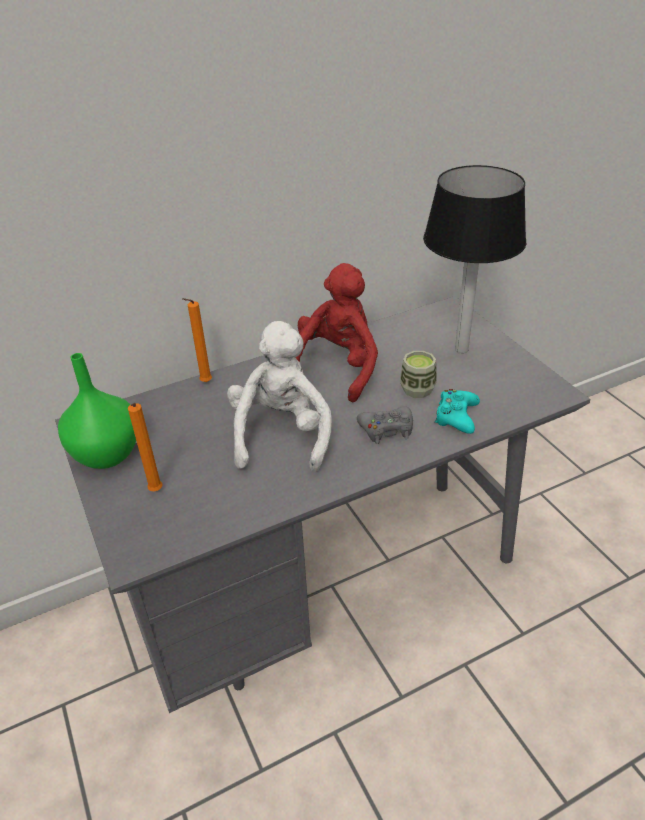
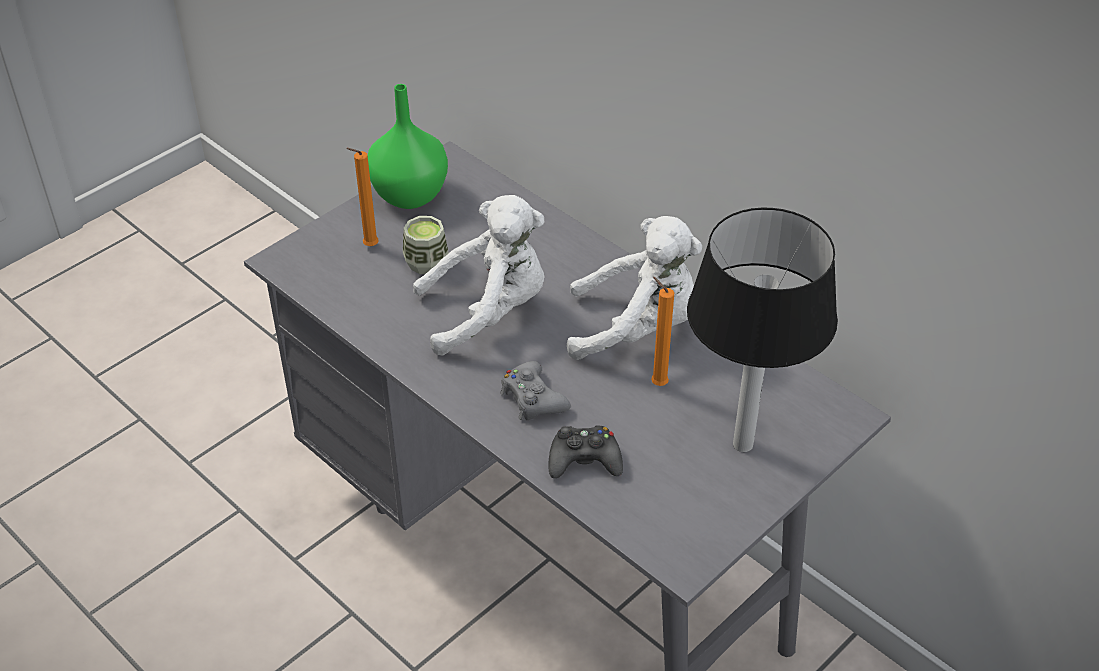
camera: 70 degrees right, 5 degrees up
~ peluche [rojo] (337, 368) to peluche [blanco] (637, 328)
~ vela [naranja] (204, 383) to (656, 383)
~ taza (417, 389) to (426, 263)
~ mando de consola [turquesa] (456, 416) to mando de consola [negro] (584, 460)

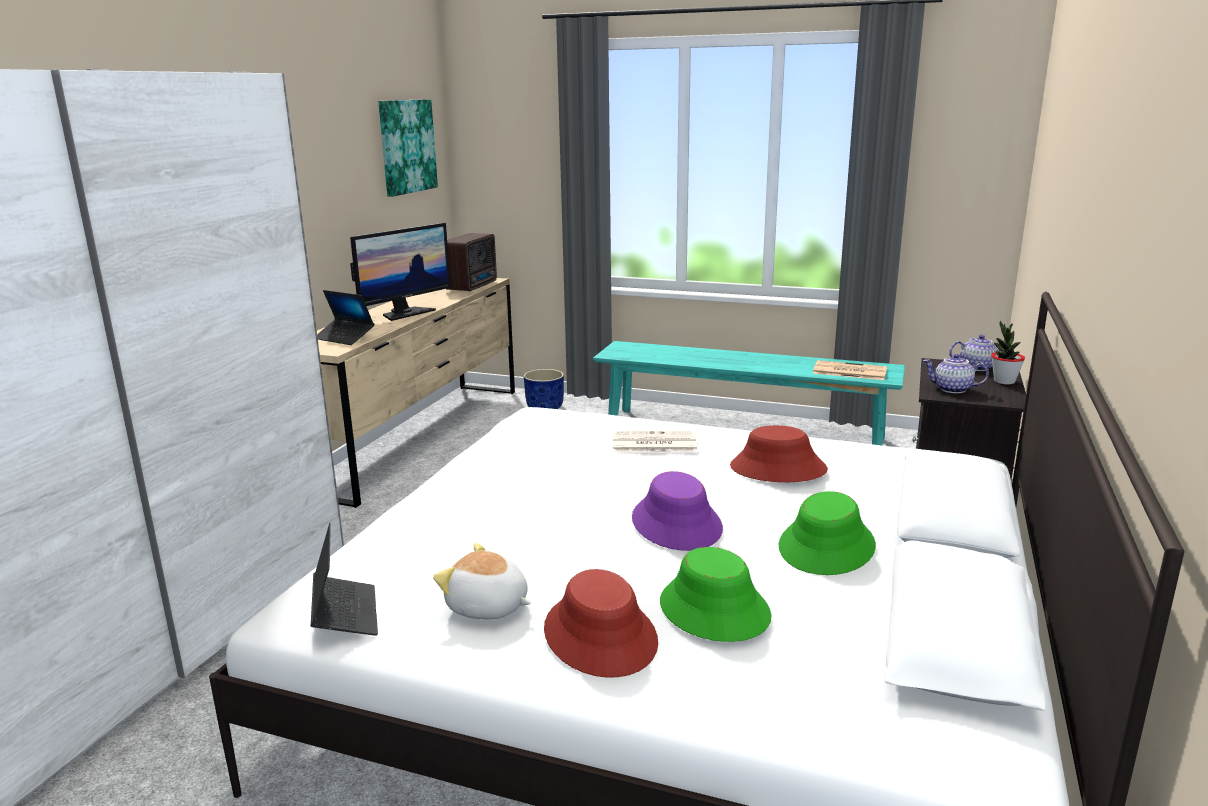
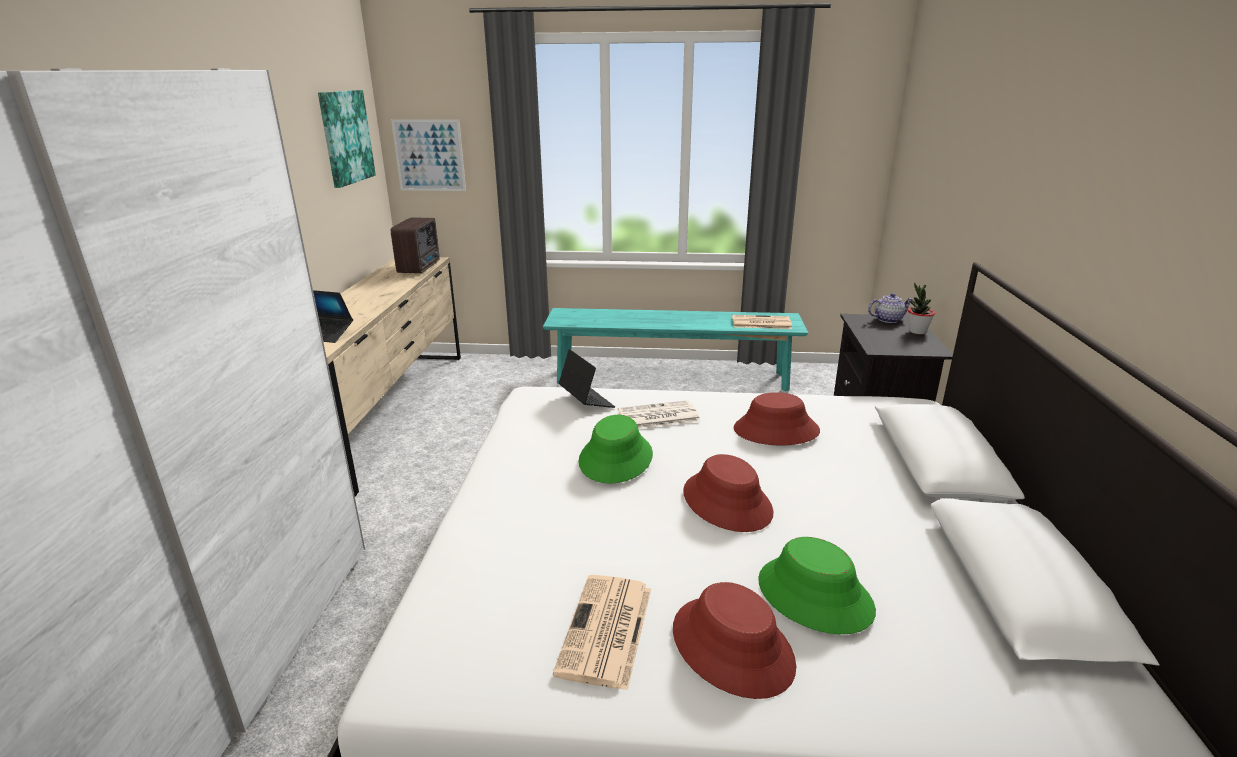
camera: 15 degrees left, 5 degrees up
- monitor (405, 313)
- tetera (952, 389)
- maceta [azul] (545, 407)
~ sombrero [morado] (677, 524) to sombrero [rojo] (727, 502)
~ sombrero [verde] (827, 546) to (616, 458)
~ portátil (345, 614) to (586, 401)
~ peluche (487, 607) to periódico (606, 631)
+ cuadro (429, 155)

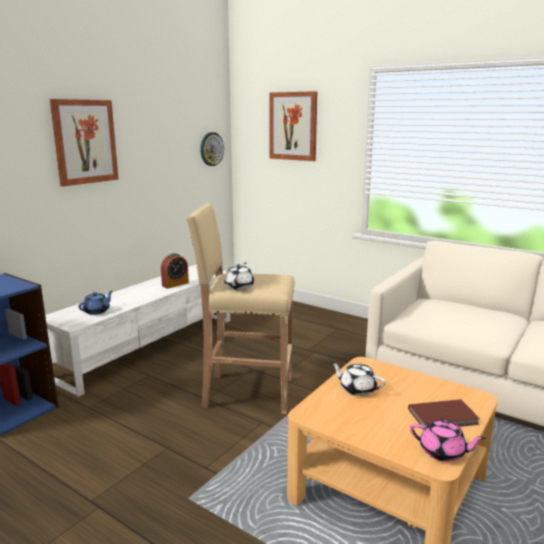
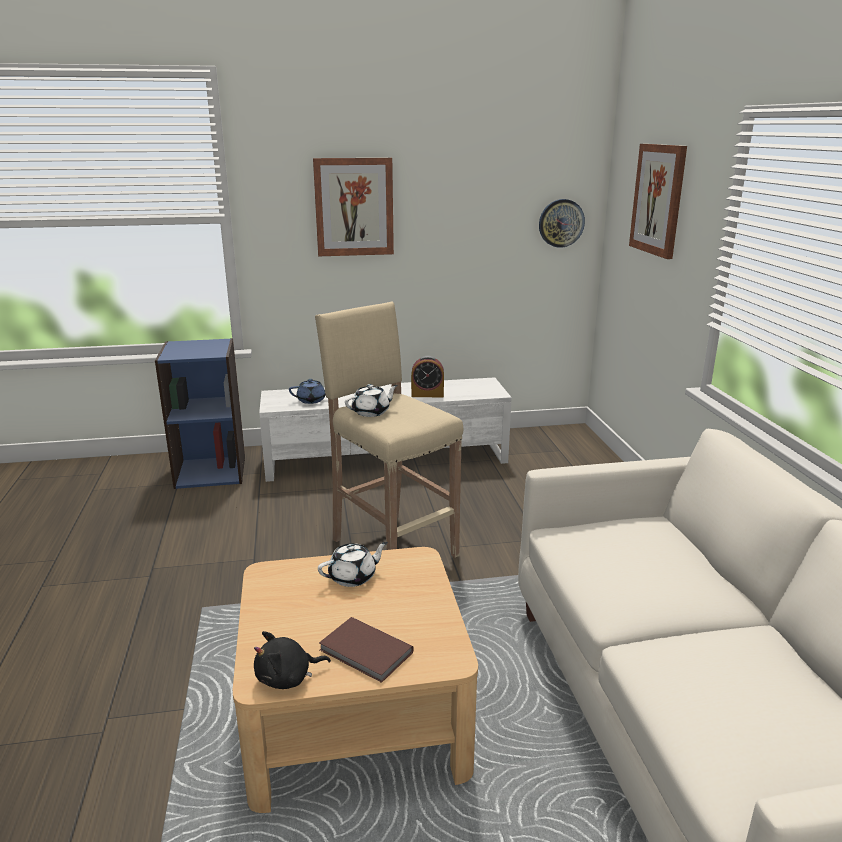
camera: 45 degrees right, 5 degrees up
~ tetera [blanco] (357, 389) = (353, 577) 75 degrees clockwise
~ tetera [rosa] (443, 452) to peluche [negro] (287, 678)

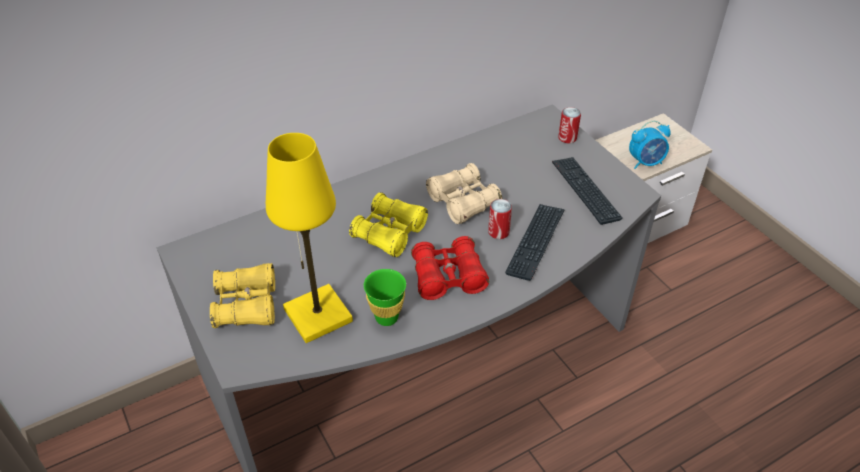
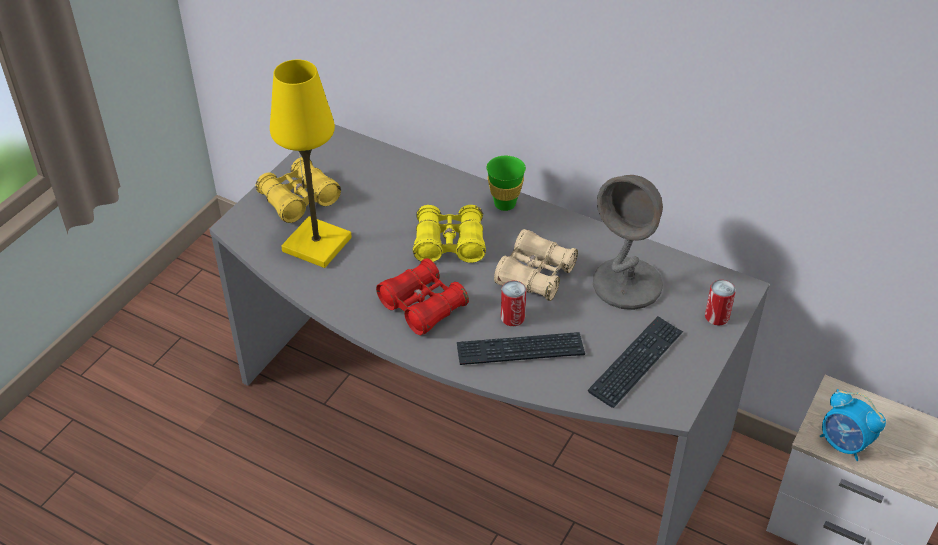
camera: 60 degrees right, 0 degrees up
~ taza [verde] (386, 317) to (505, 204)
+ lámpara de mesa [gris] (627, 285)

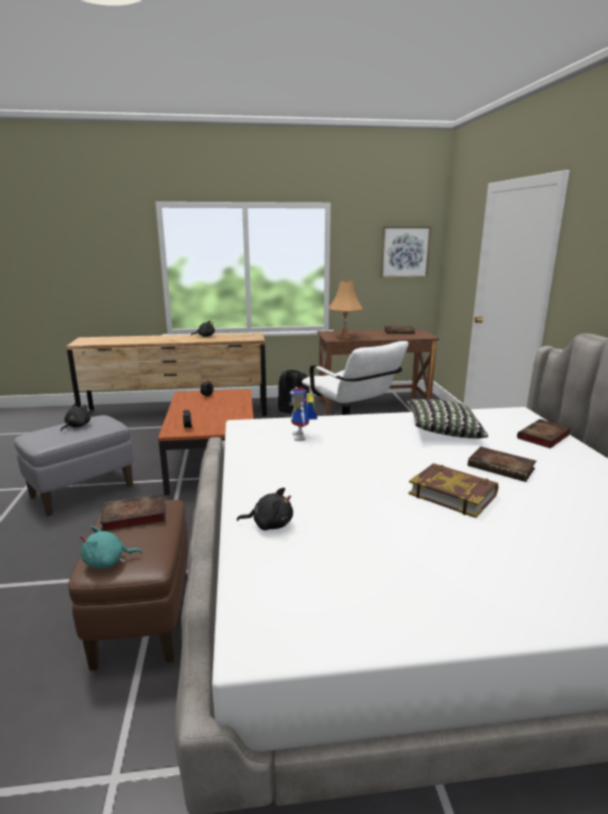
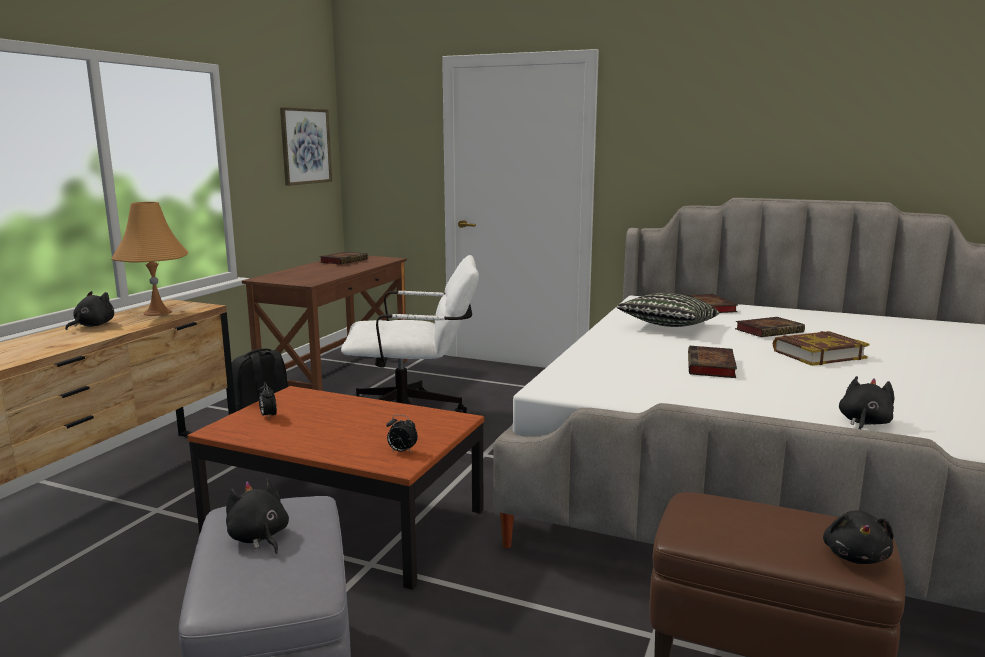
camera: 60 degrees left, 5 degrees down
~ lámpara de mesa [naranja] (344, 337) to (157, 312)
- robot de juguete (302, 437)
~ libro (132, 516) to (711, 367)
~ peluche [turquesa] (108, 562) to peluche [negro] (855, 556)

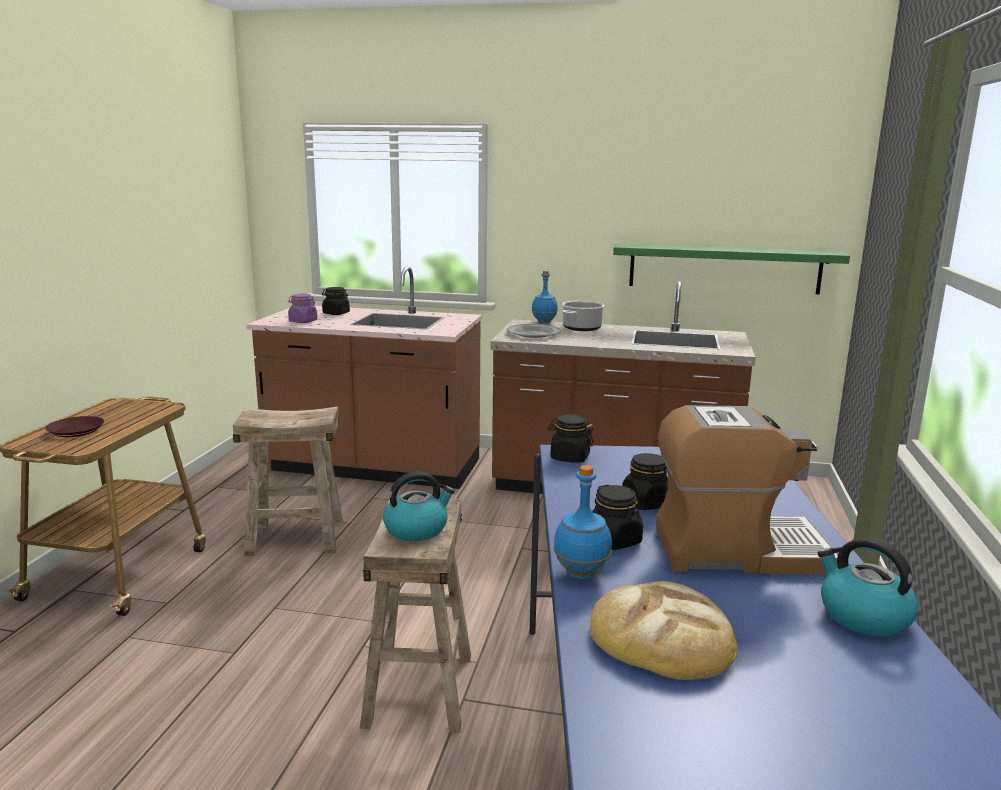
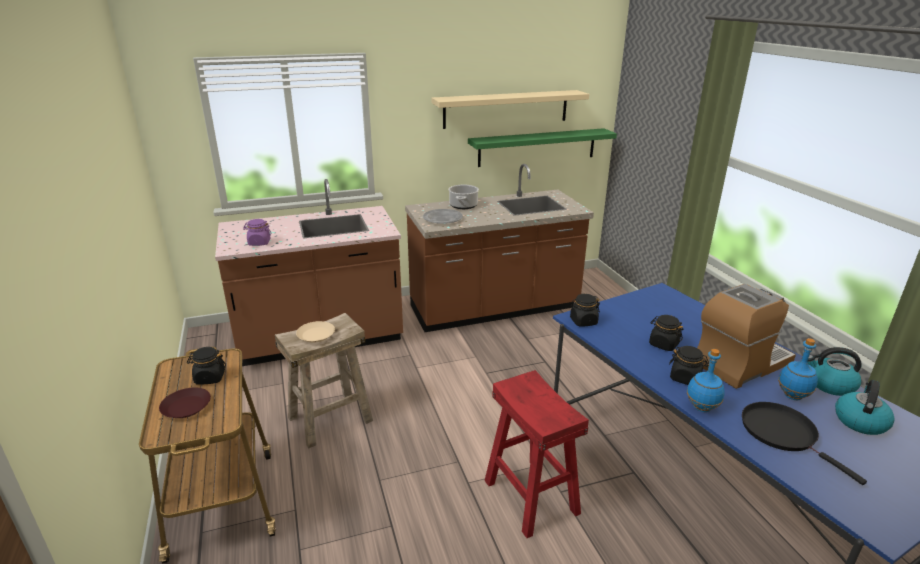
camera: 30 degrees left, 10 degrees up
~ botella [azul] (544, 323) to (793, 396)
~ tarro [negro] (336, 313) to (209, 378)
~ hervidor (417, 529) to (860, 421)
~ taburete [beis] (418, 688) to taburete [rojo] (530, 496)
~ pan (661, 637) to sartén [negro] (782, 433)
+ estante [beis] (506, 109)
+ plato [beis] (316, 335)

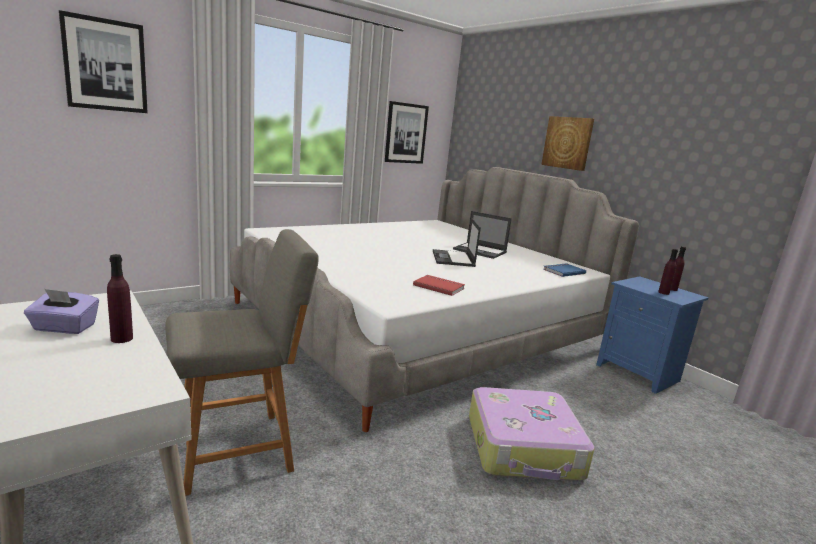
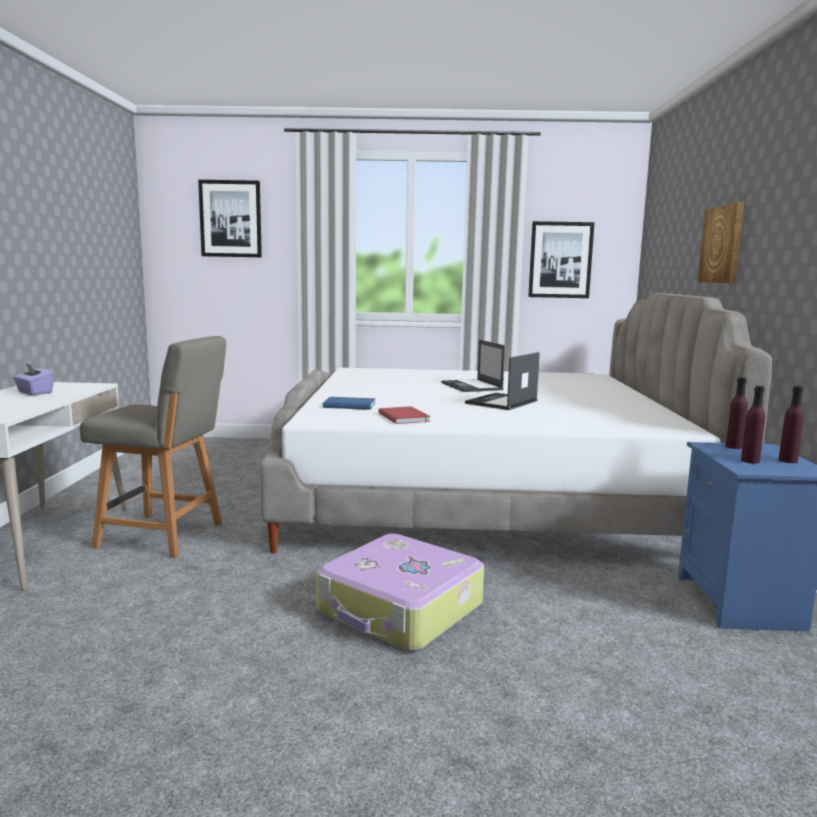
camera: 40 degrees right, 5 degrees down
~ portátil (480, 251) to (472, 386)
~ botella [morado] (122, 338) to (734, 447)
~ libro [azul] (563, 271) to (349, 405)

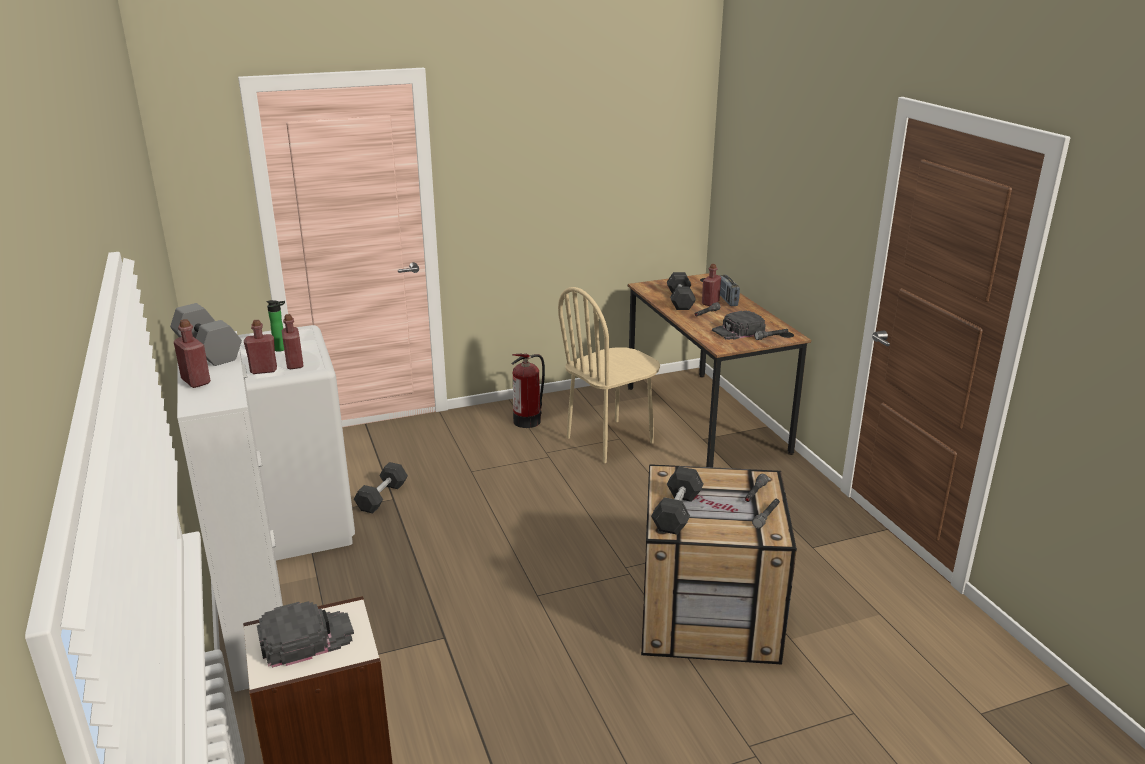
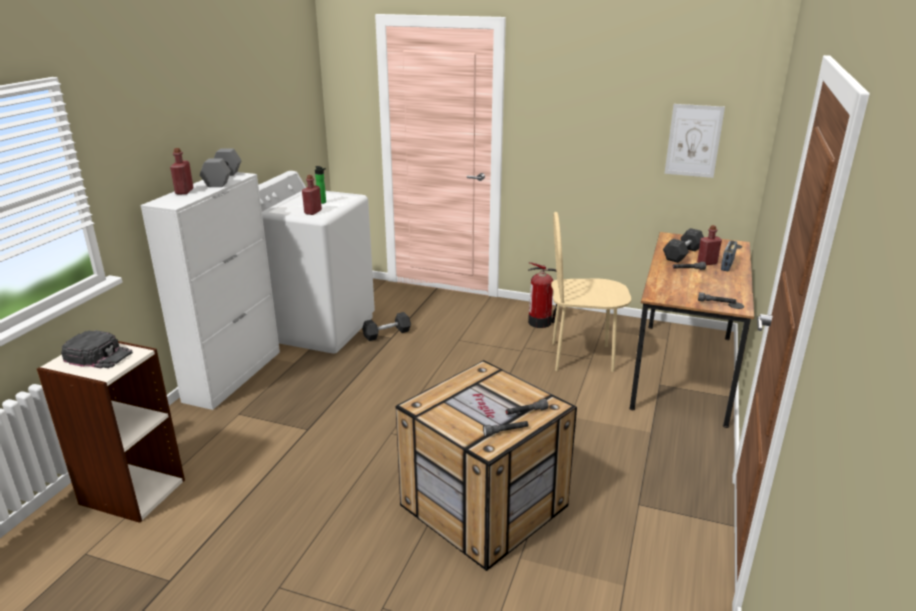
camera: 40 degrees right, 0 degrees up
- gorra [negro] (738, 331)
- botella [rojo] (263, 370)
- mancuerna [gris] (677, 512)
+ cuadro (693, 141)

